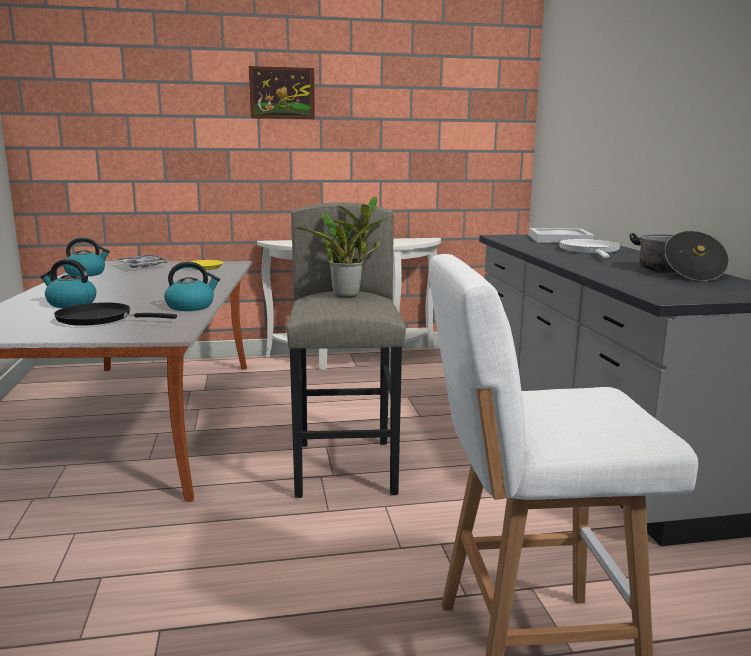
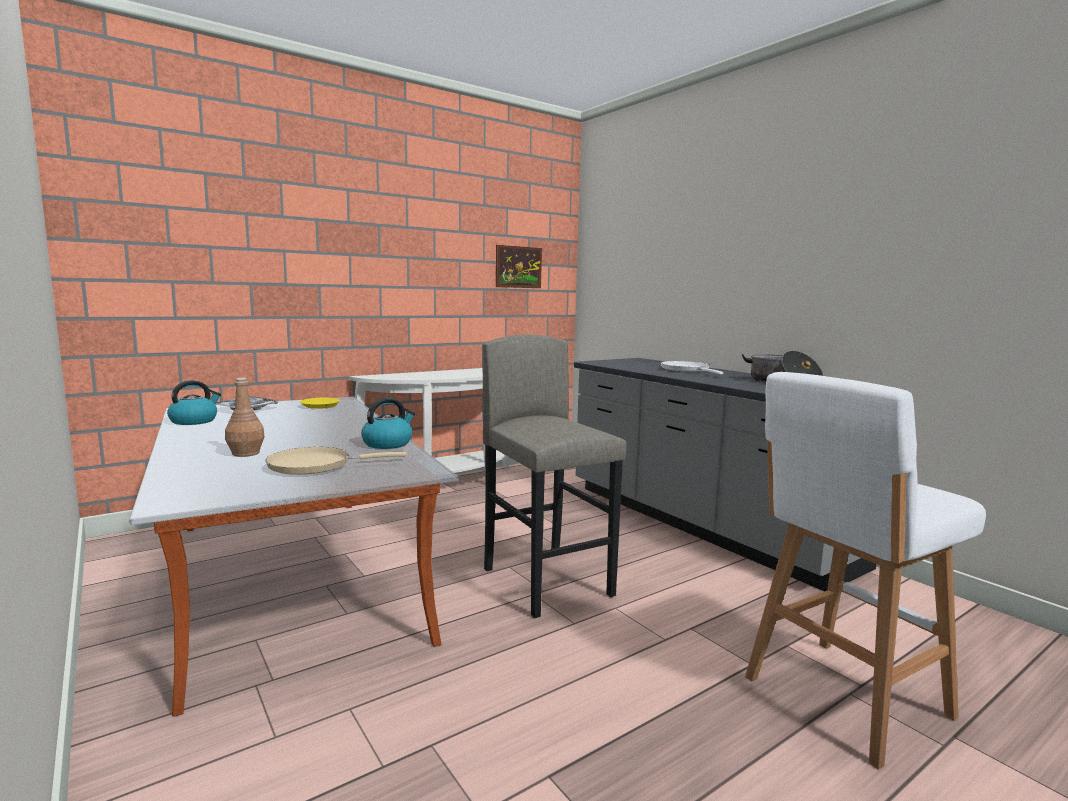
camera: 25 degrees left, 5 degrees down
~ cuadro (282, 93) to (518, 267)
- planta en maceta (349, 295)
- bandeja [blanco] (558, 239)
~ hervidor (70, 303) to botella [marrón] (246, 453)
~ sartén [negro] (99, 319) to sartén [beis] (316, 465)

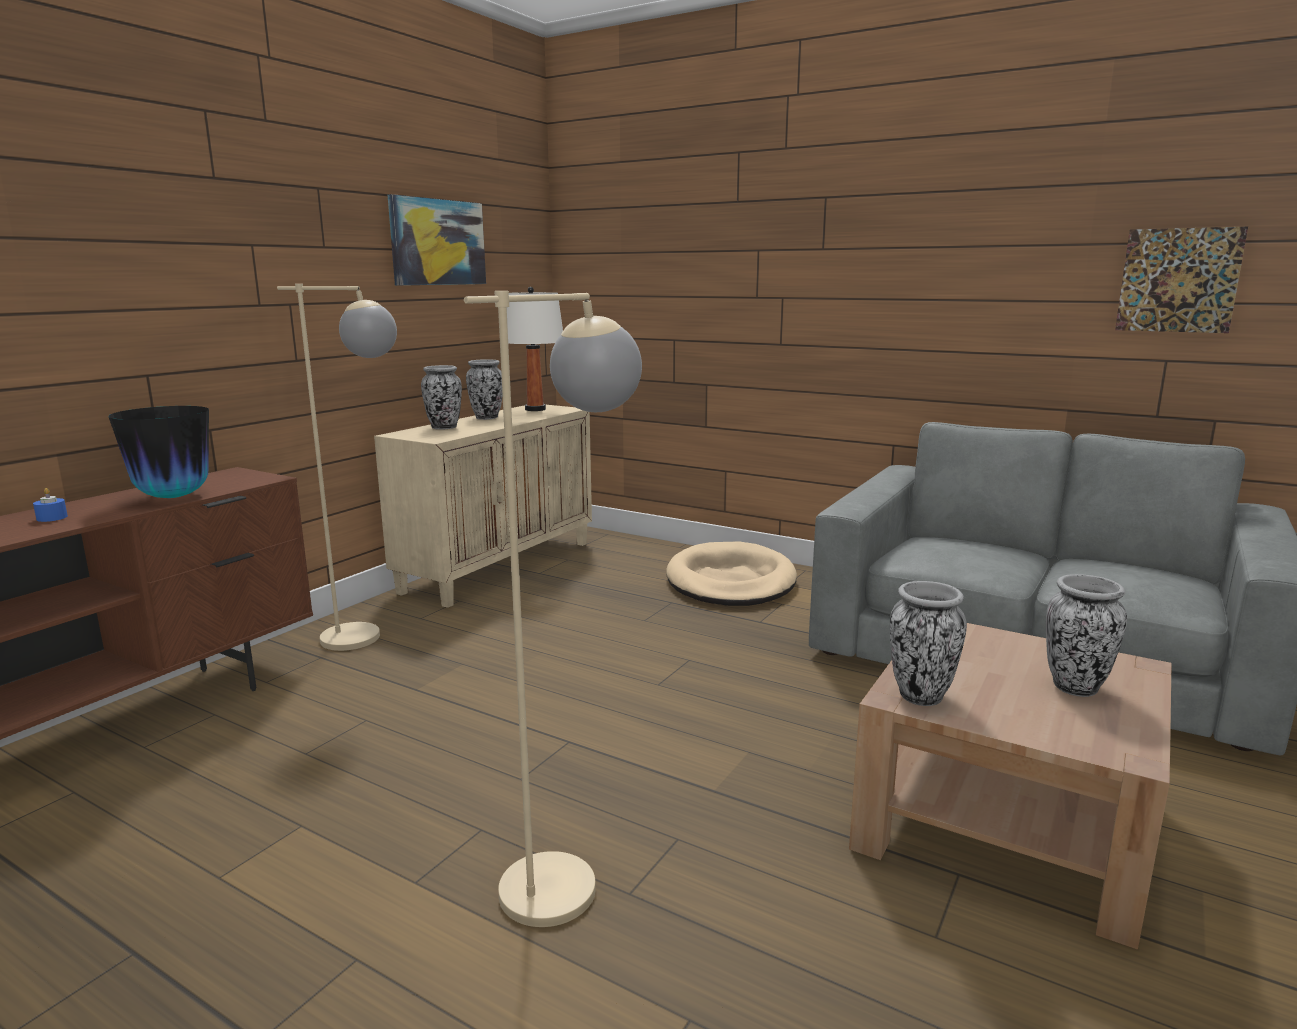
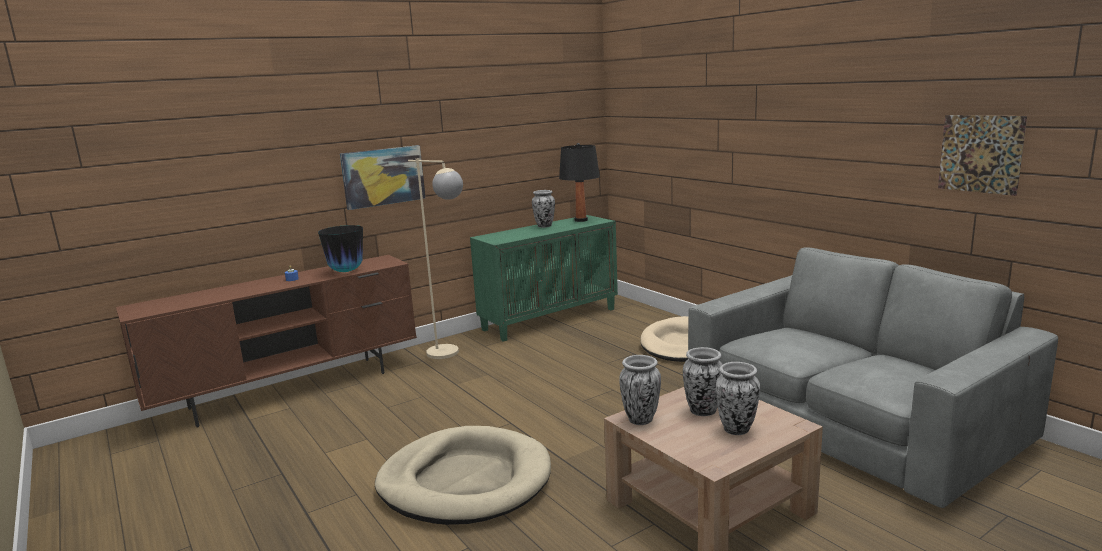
camera: 25 degrees right, 0 degrees up
~ cuadro (437, 242) to (383, 176)
~ lámpara de mesa [blanco] (535, 409) to lámpara de mesa [negro] (581, 220)
~ lámpara de pie [beis] (572, 872) to cama para perro [beis] (465, 481)
~ florero (444, 427) to (703, 411)
~ armario [beis] (499, 566) to armario [verde] (550, 319)

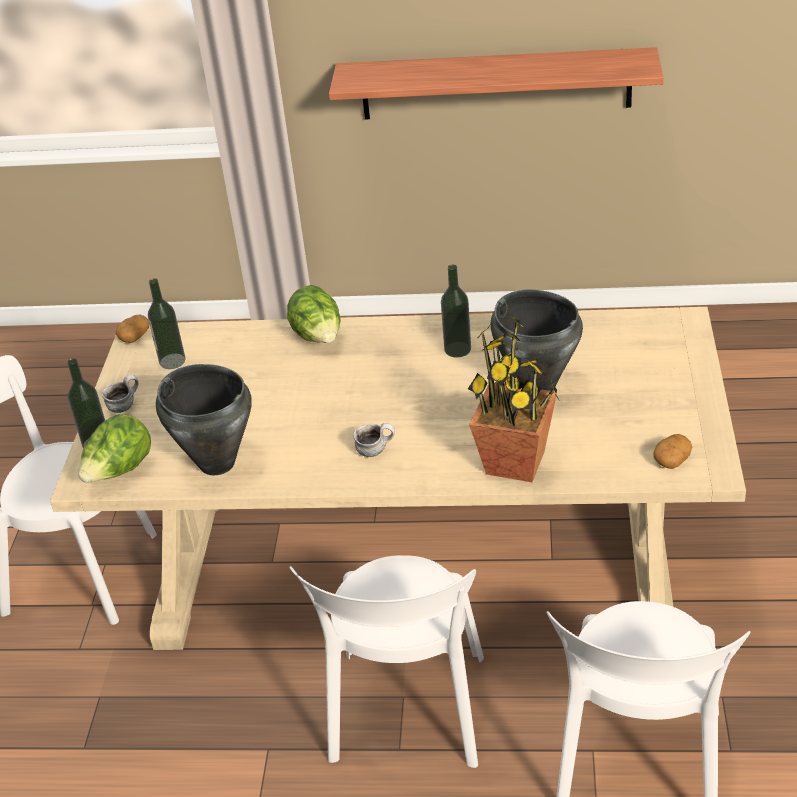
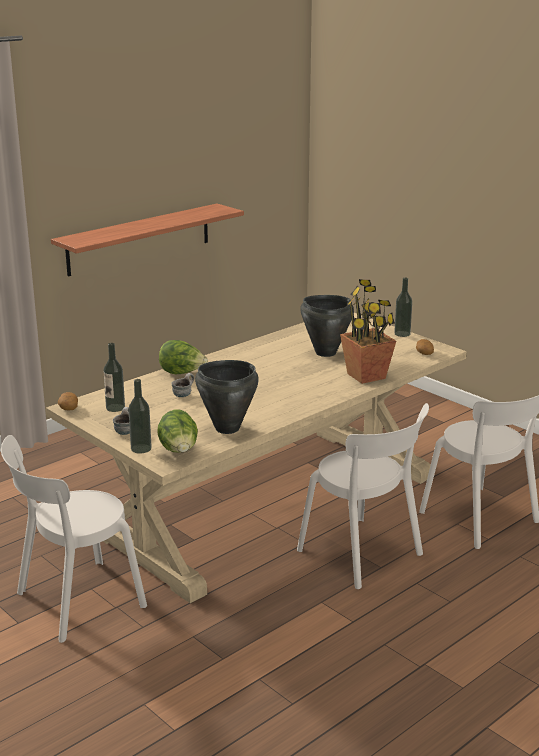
camera: 50 degrees left, 15 degrees down
~ botella (457, 349) to (402, 334)
~ taza grande (376, 450) to (183, 394)

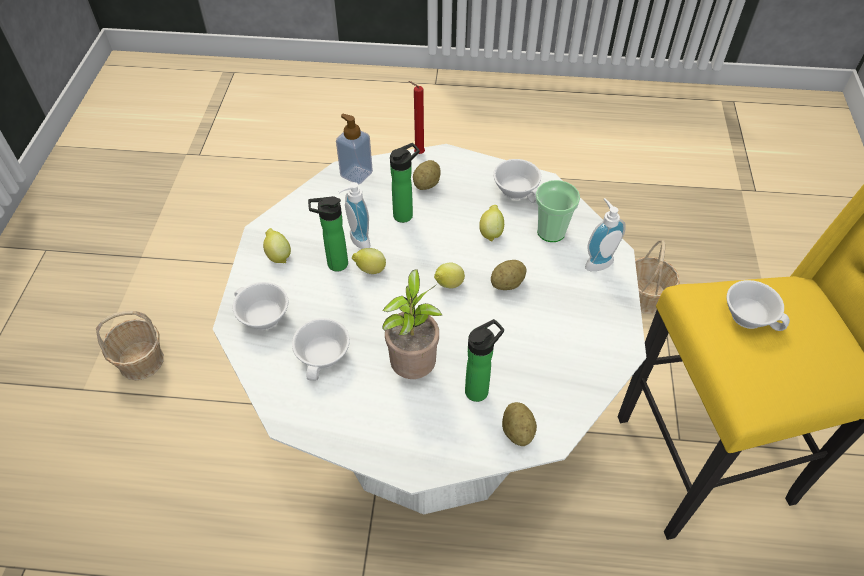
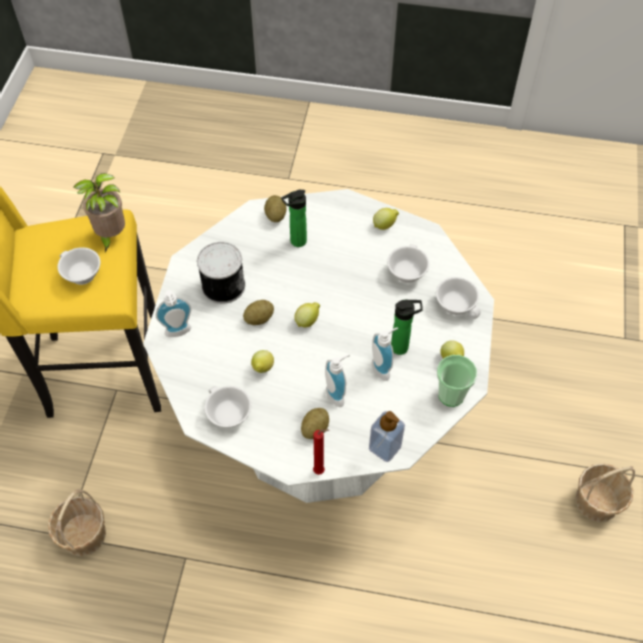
camera: 175 degrees left, 5 degrees up
~ botella (405, 214) to dispensador de jabón (338, 394)
~ taza (551, 232) to (451, 395)
~ limón (370, 270) to (385, 225)
~ planta en maceta (414, 367) to (110, 236)
+ lata (222, 285)

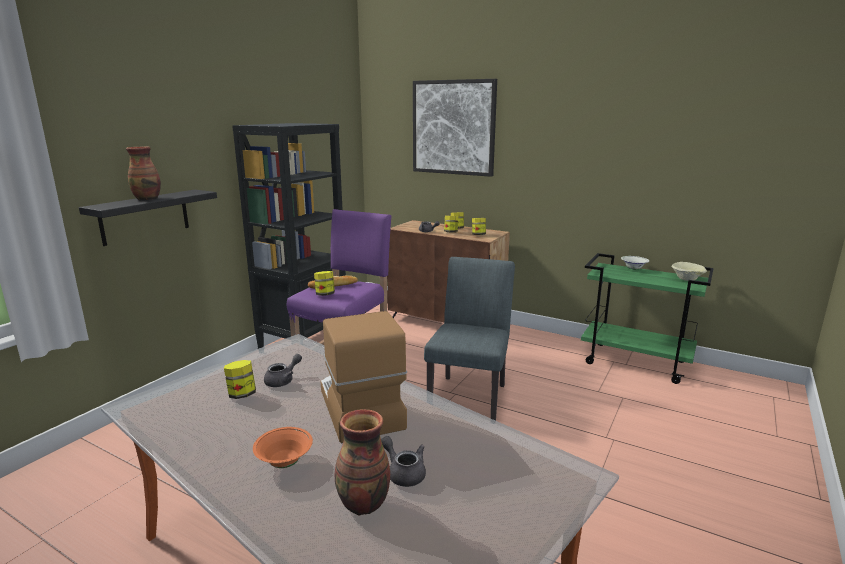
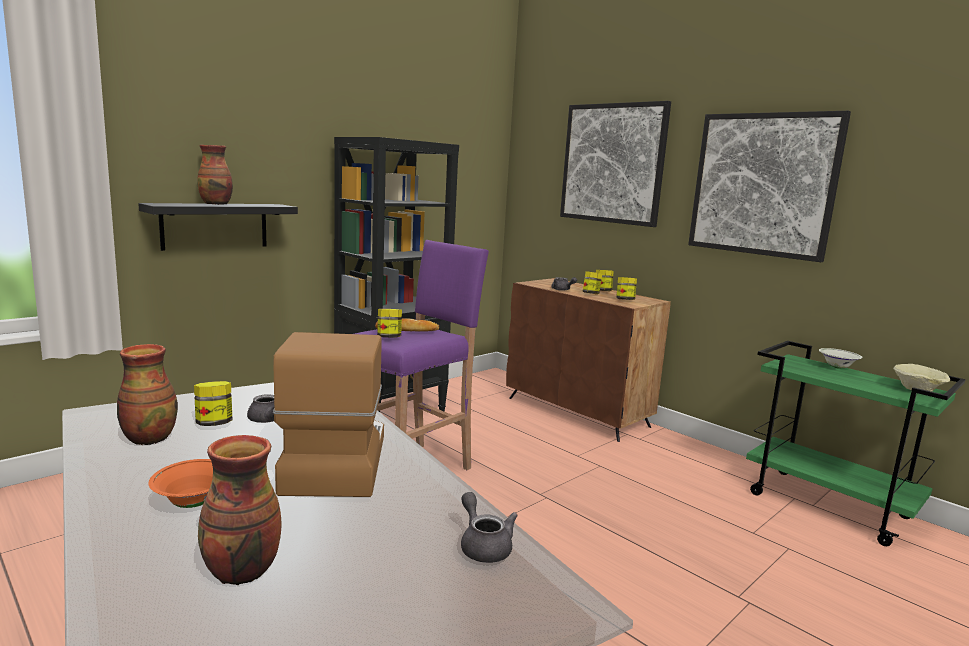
camera: 15 degrees right, 5 degrees down
- silla [gris] (470, 395)
~ tetera [gris] (404, 473) to (483, 545)
+ cuadro (763, 184)
+ florero (149, 438)

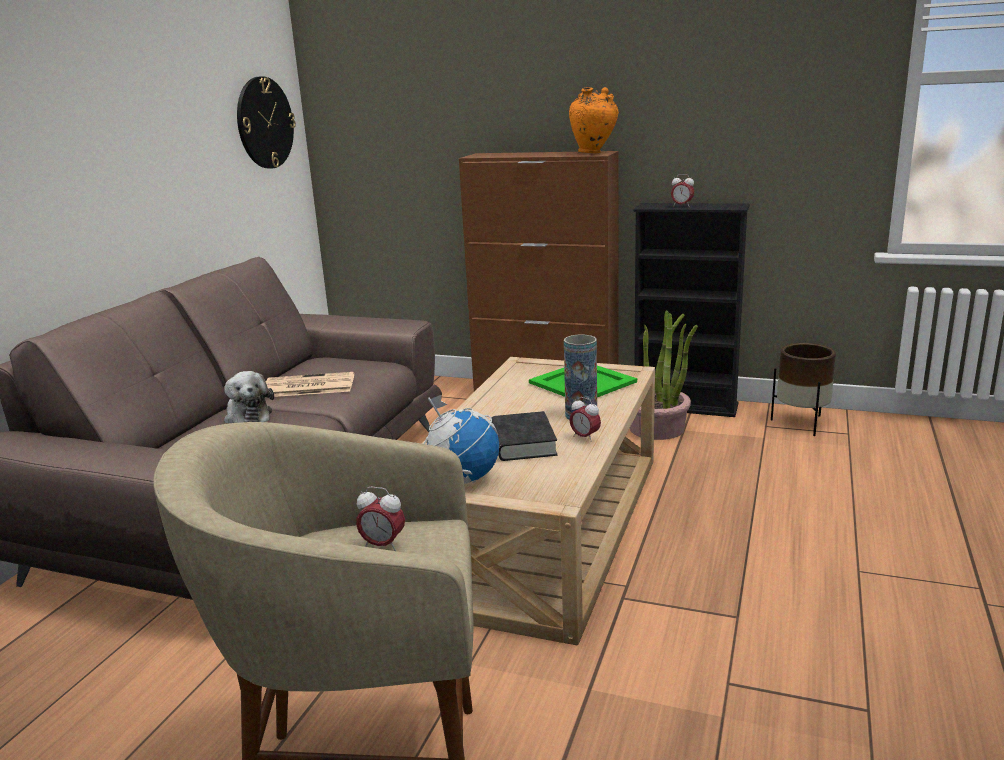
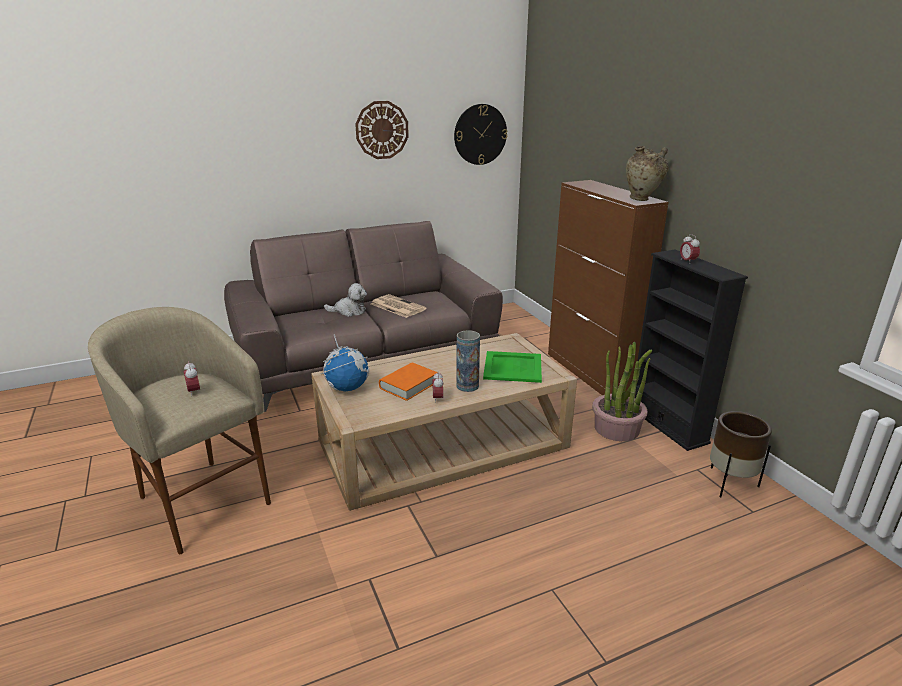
camera: 45 degrees right, 5 degrees up
~ florero [naranja] (593, 153) to florero [beis] (642, 199)
~ peluche (248, 415) = (349, 311) 105 degrees counterclockwise
~ libro [negro] (523, 443) to libro [naranja] (408, 385)
+ reloj de pared (382, 130)

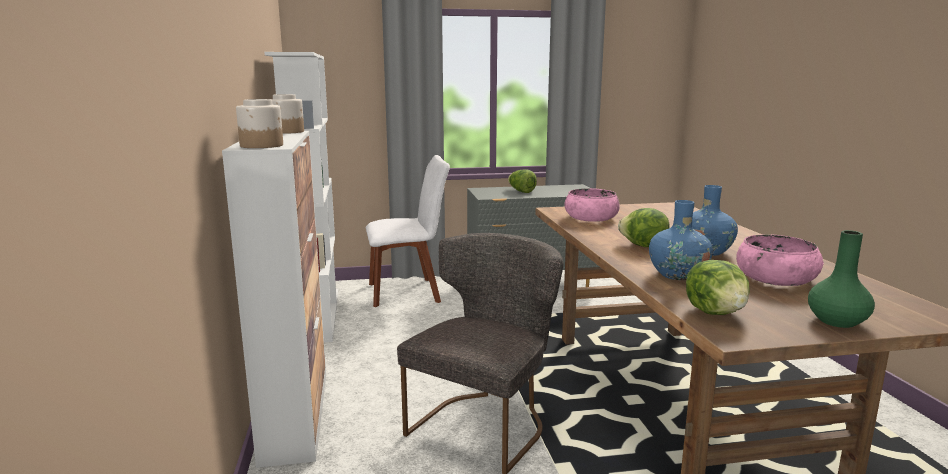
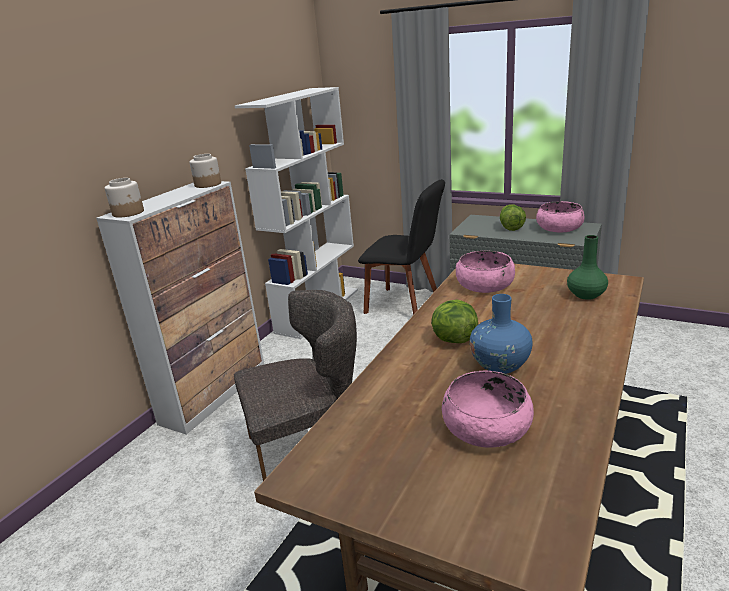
camera: 40 degrees right, 10 degrees up
~ silla [blanco] (408, 292) to silla [negro] (406, 304)
- florero [azul] (678, 275)
~ florero [verde] (837, 322) to (586, 295)
- lechuga (716, 312)
+ cuenco [rosa] (559, 228)

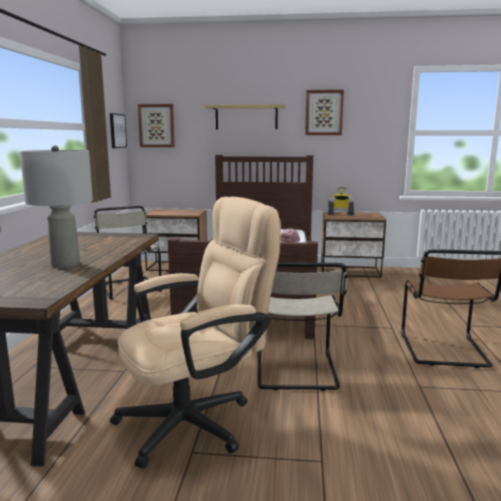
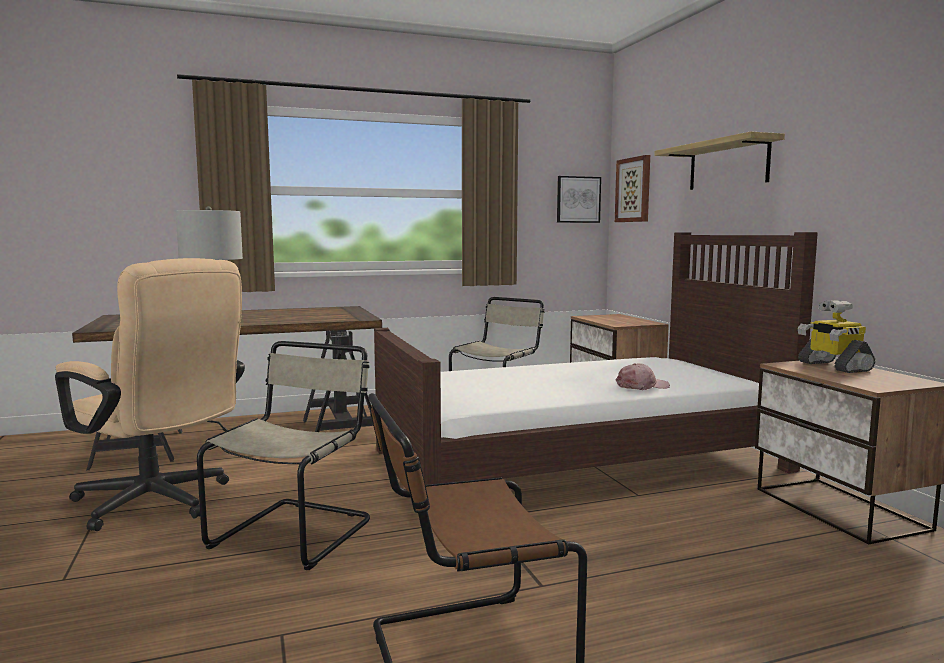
camera: 65 degrees right, 5 degrees down
- cuadro (324, 112)
~ silla [beis] (296, 372) = (296, 531) 135 degrees clockwise

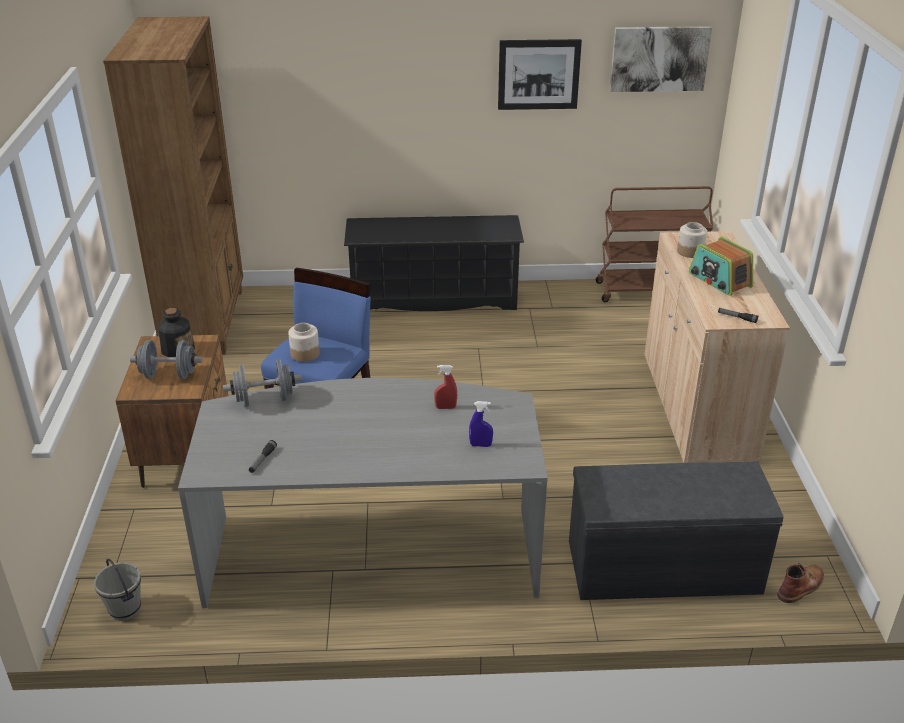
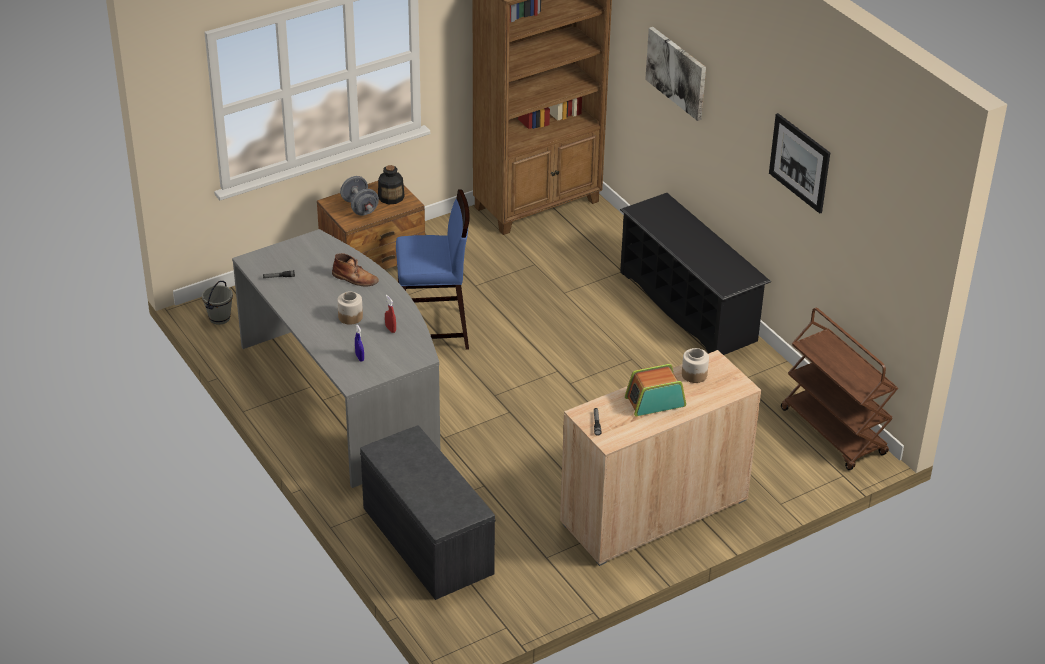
camera: 60 degrees right, 5 degrees up
~ cuadro (659, 58) to (677, 72)
~ radio (719, 280) = (654, 402) 45 degrees clockwise
~ tarro (304, 354) to (350, 317)
- mancuerna [gris] (264, 400)
~ bota [marrón] (801, 586) to (355, 278)

